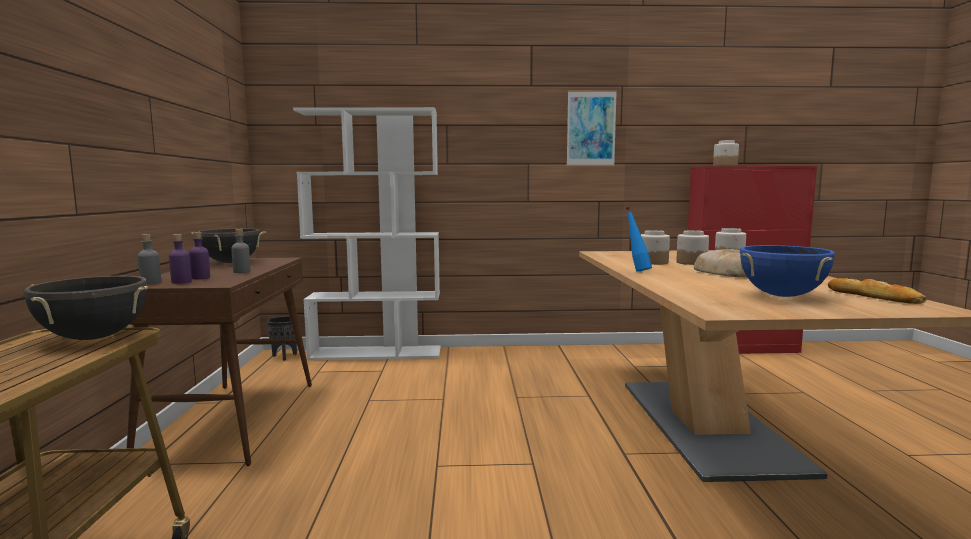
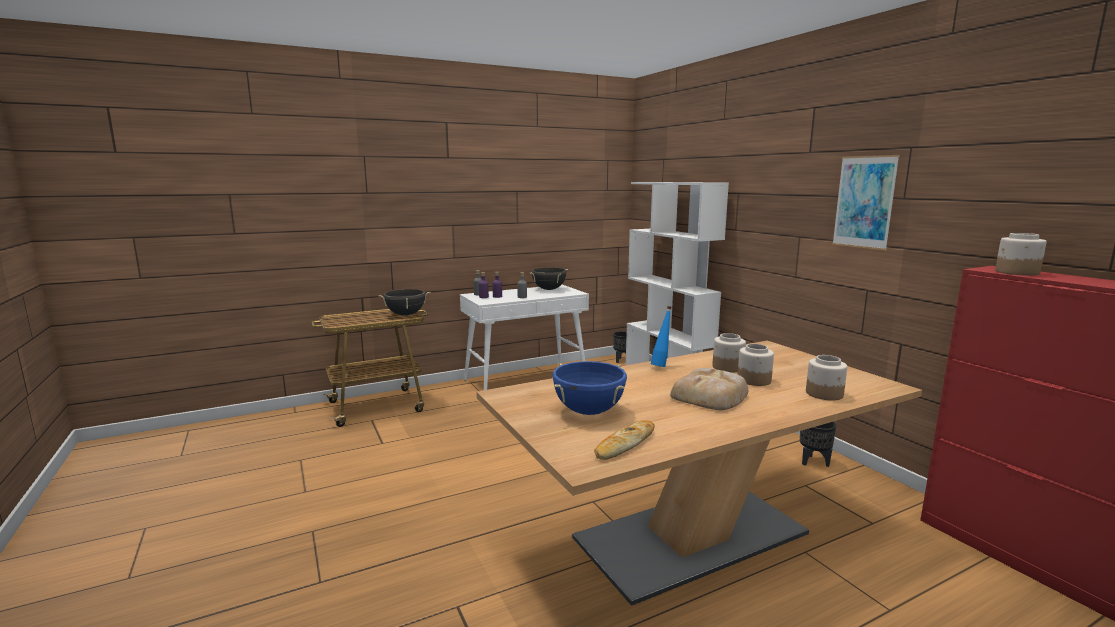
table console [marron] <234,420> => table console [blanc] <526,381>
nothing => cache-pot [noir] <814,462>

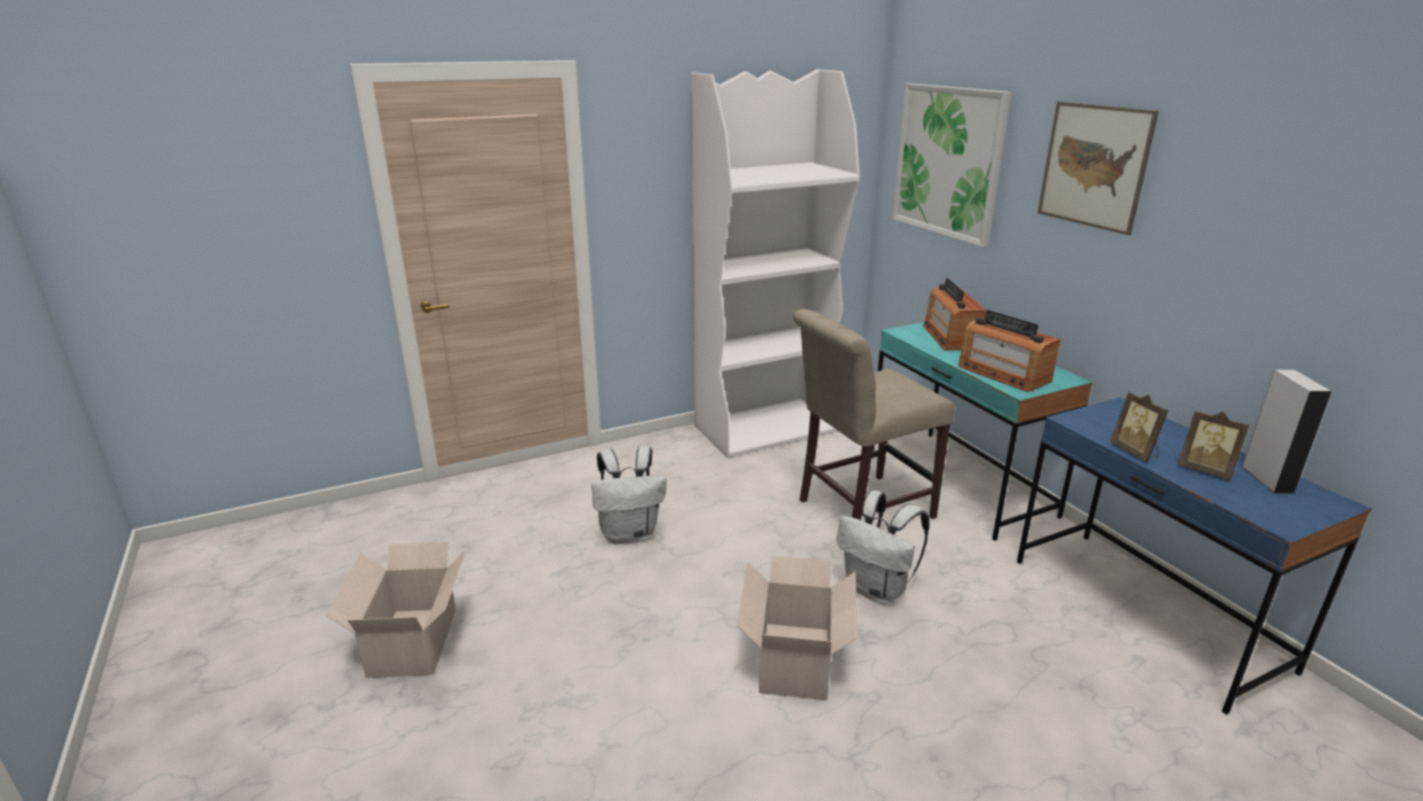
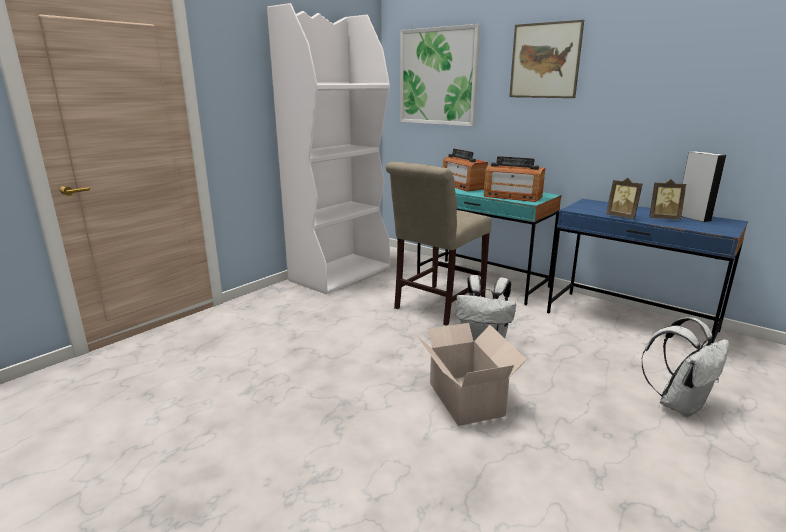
carton <415,639> => nothing
sac à dos [blanc] <630,534> => sac à dos [blanc] <679,404>, moved

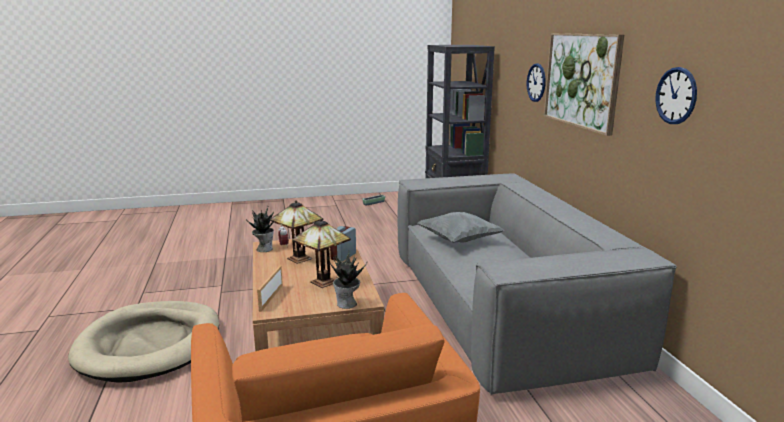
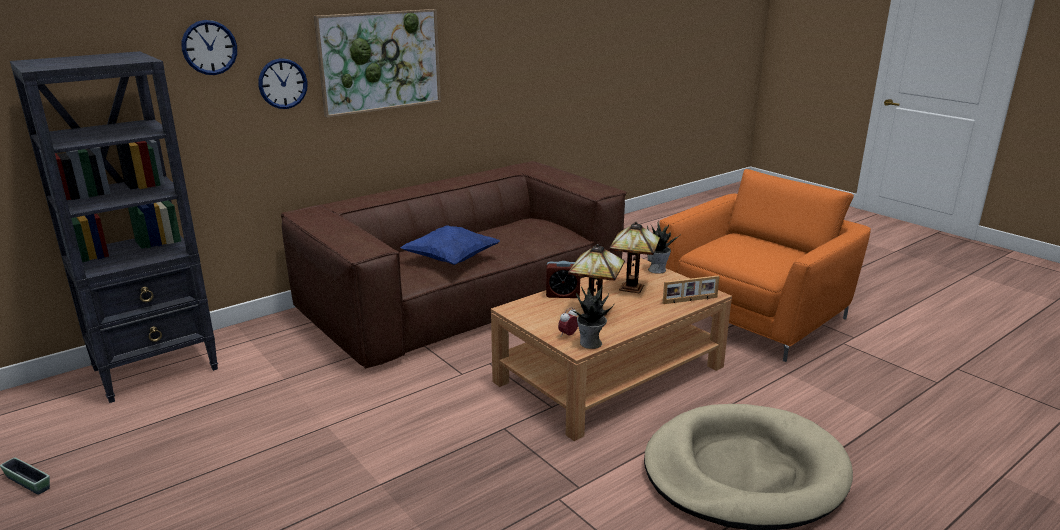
canapé [gris] <502,306> => canapé [marron] <464,297>
coussin [gris] <459,240> => coussin [bleu] <451,260>
horloge murale <676,96> => horloge murale <209,47>, moved

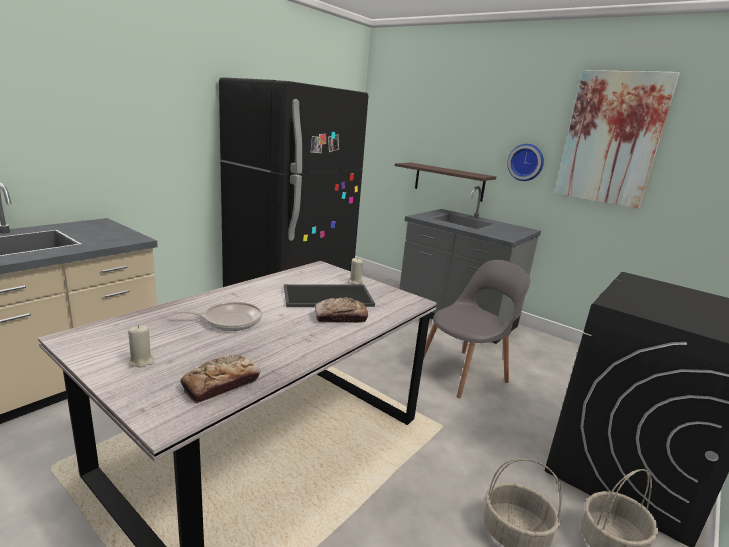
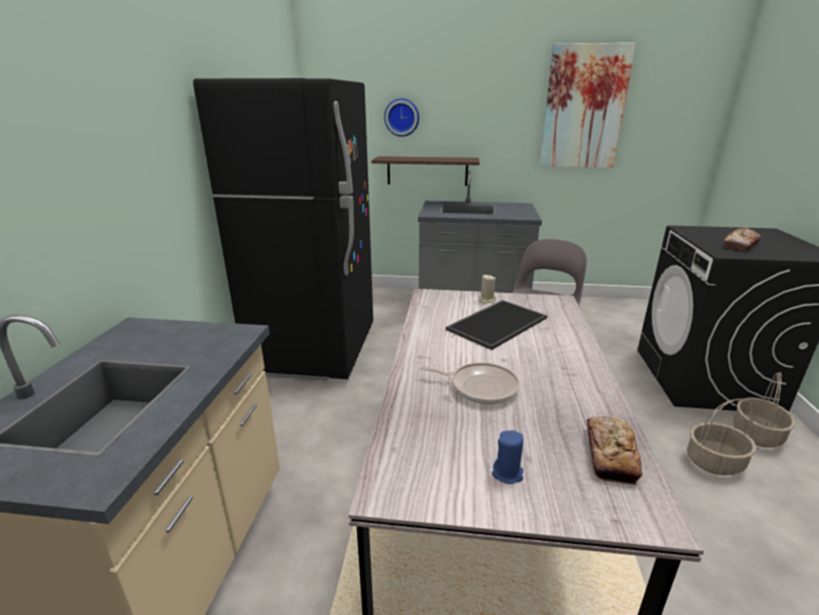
bougie [beige] <142,361> => bougie [bleu] <507,473>
poêle <229,320> => poêle <480,387>, 60 degrees clockwise
pain <340,317> => pain <740,245>, moved
horloge murale <526,162> => horloge murale <402,117>, moved

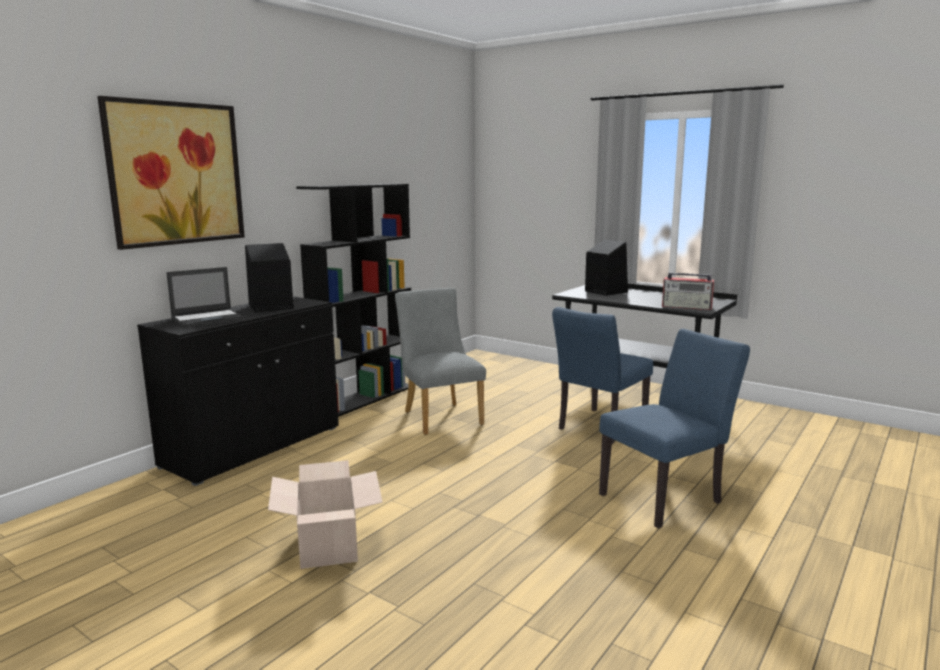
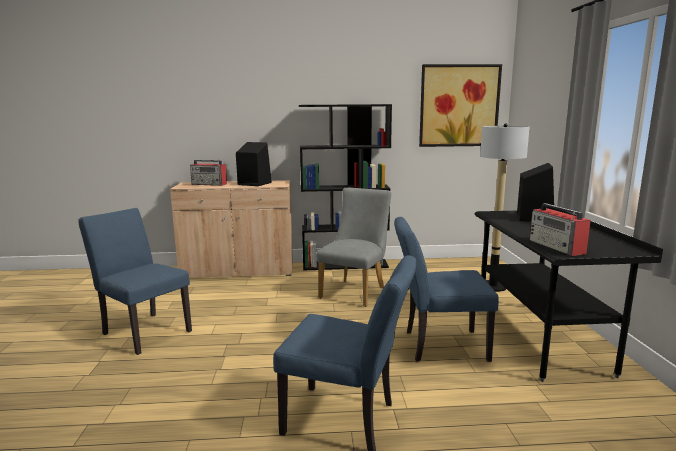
tableau <176,174> => tableau <459,106>, moved
meuble de rangement [noir] <254,447> => meuble de rangement [beige] <238,271>
ordinateur portable <208,319> => radio <209,184>
carton <327,546> => chaise [bleu] <143,331>
nothing => lampadaire <493,286>

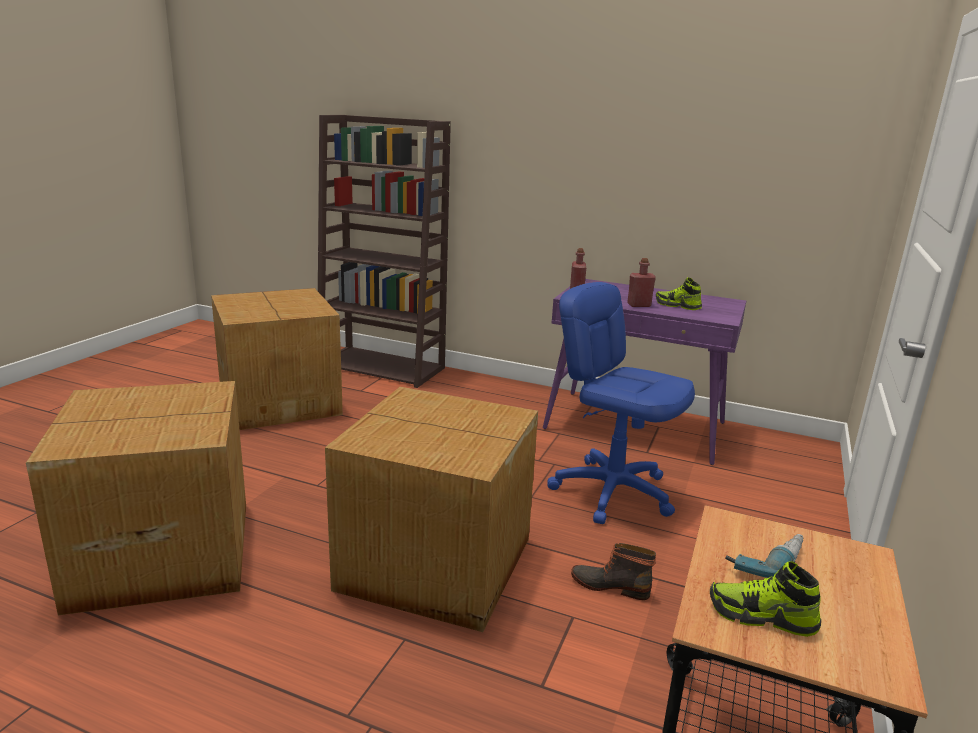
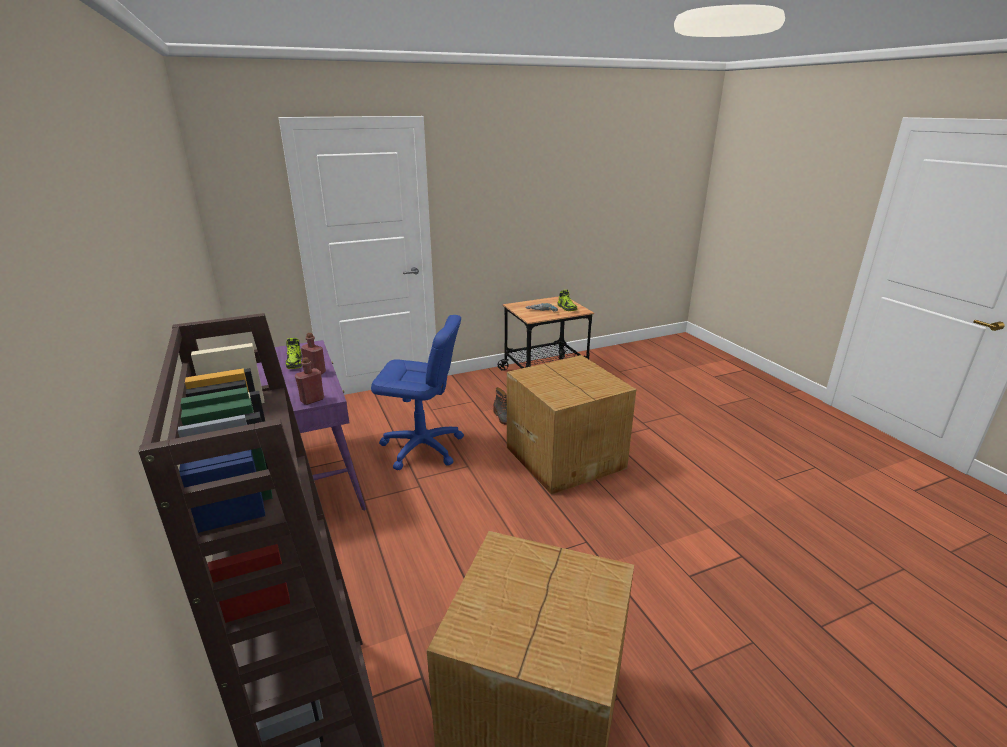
carton <161,552> => nothing
chaise de bureau [bleu] <612,491> => chaise de bureau [bleu] <422,448>, 75 degrees counterclockwise

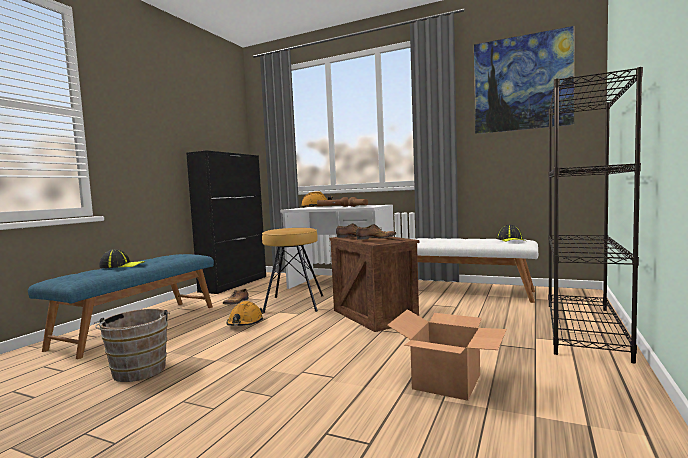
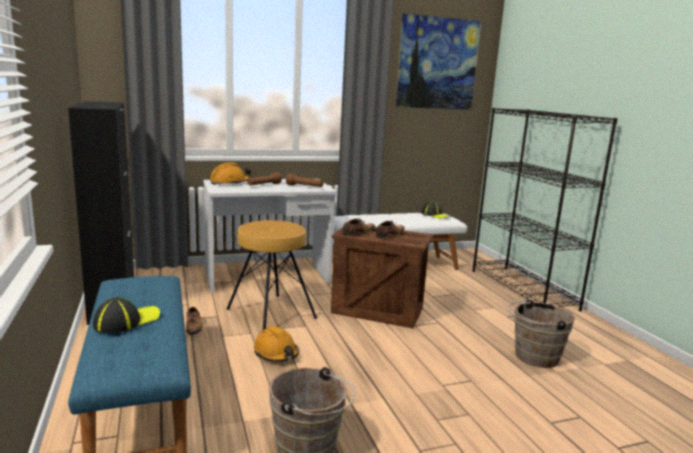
carton <446,381> => seau [marron] <533,357>

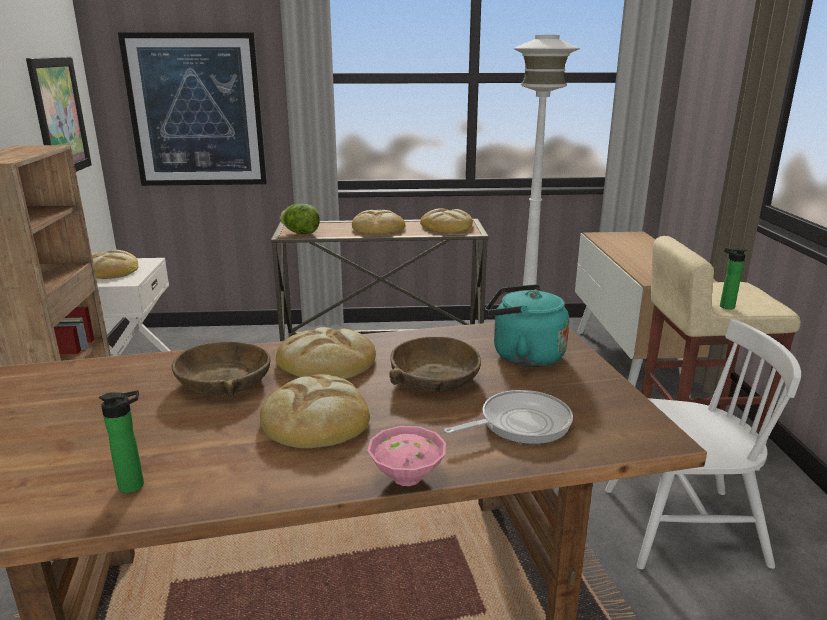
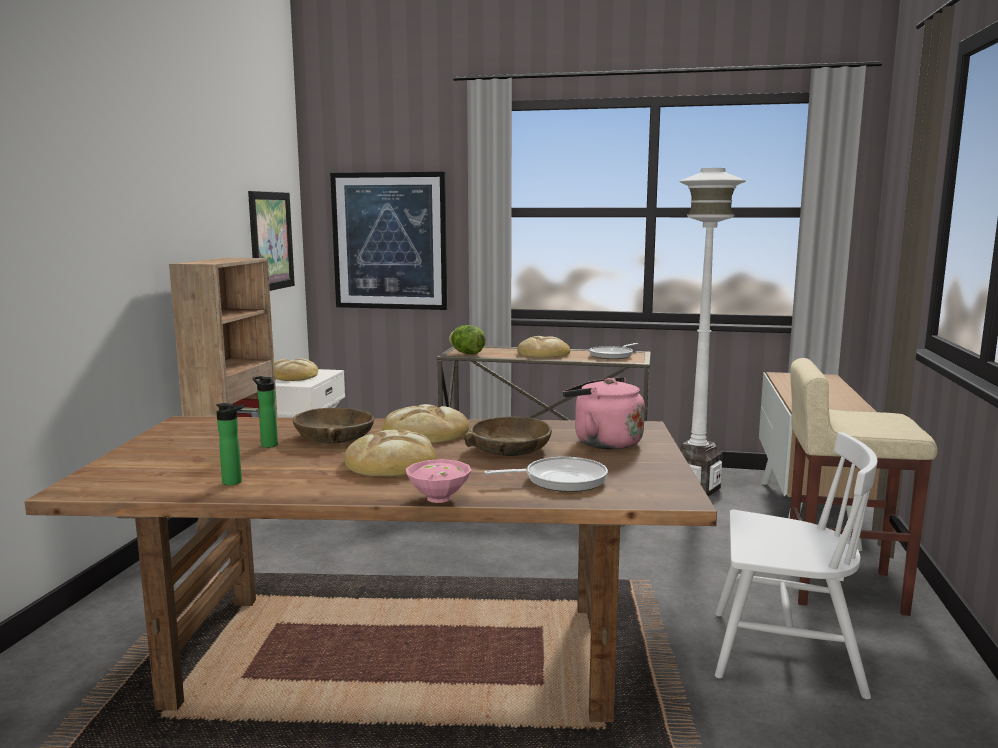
pain <446,226> => poêle <613,355>
bouilloire [turquoise] <523,356> => bouilloire [rose] <603,442>
bouteille <724,306> => bouteille <267,445>, moved

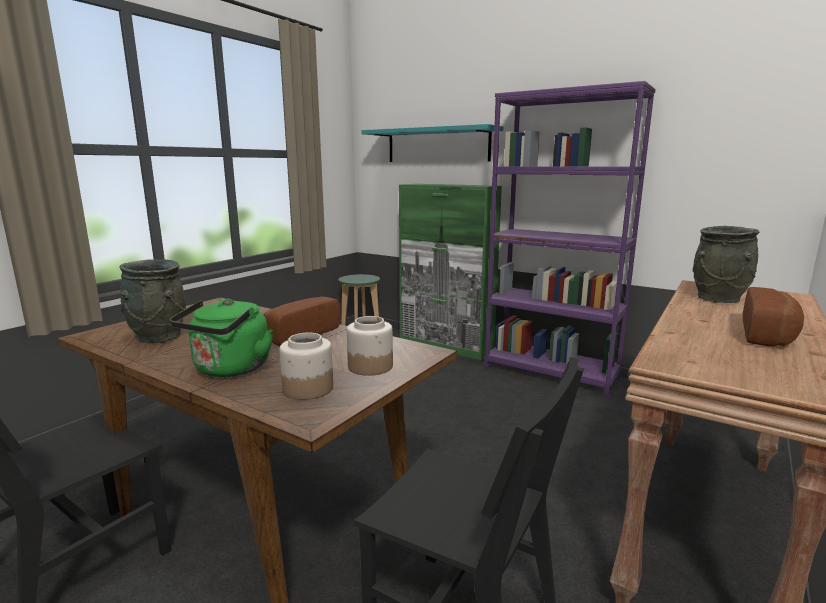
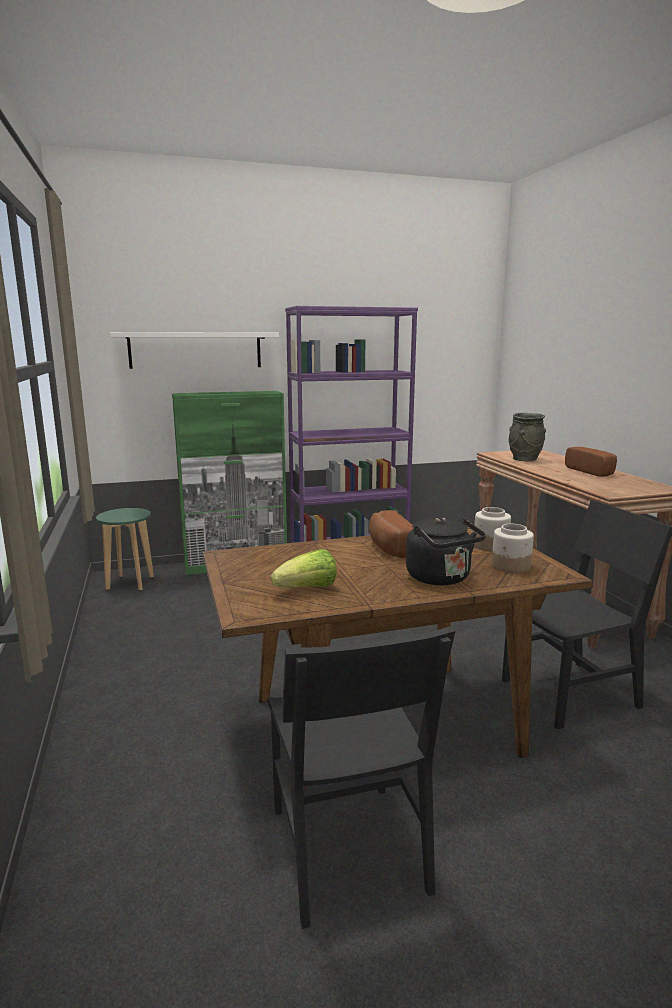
vase [gris] <158,337> => laitue <308,589>
bouilloire [vert] <229,369> => bouilloire [noir] <441,578>
étagère [turquoise] <437,145> => étagère [blanc] <195,350>

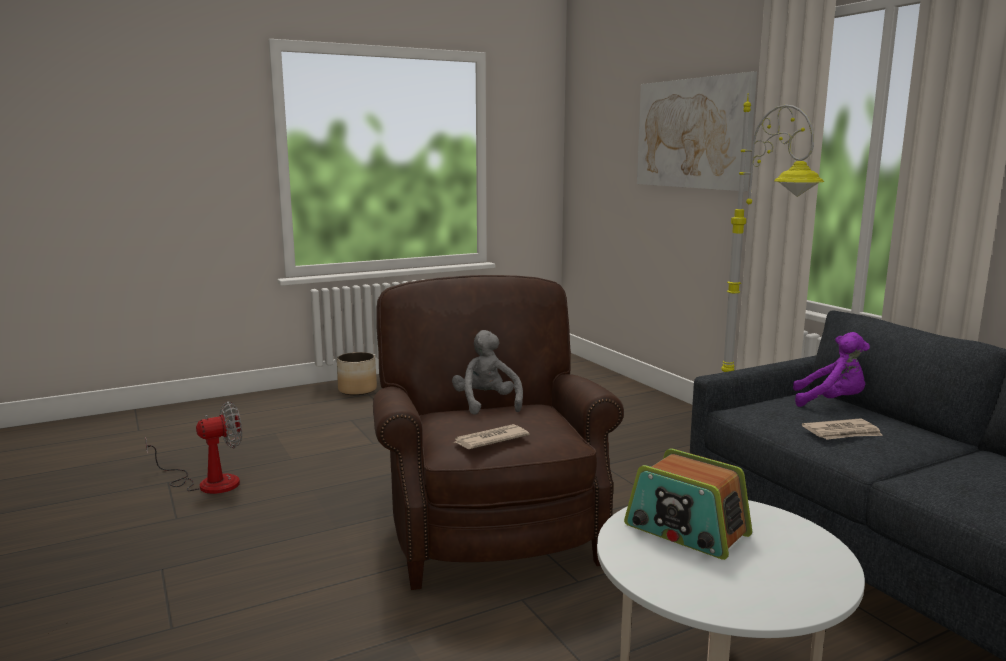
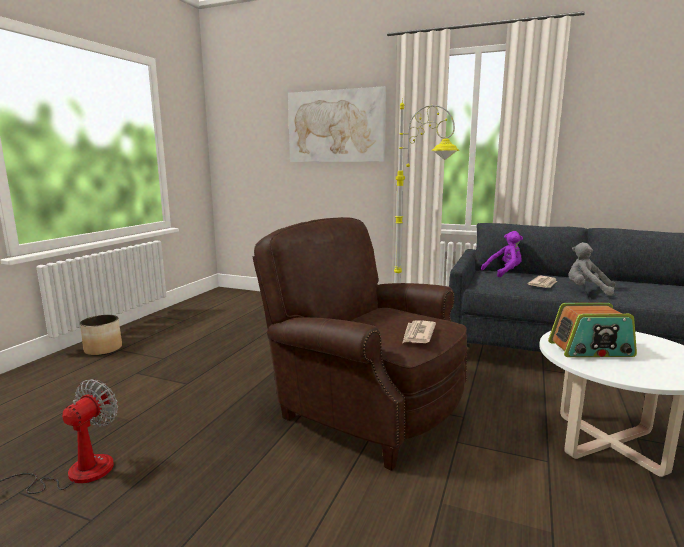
peluche [gris] <486,404> => peluche [gris] <587,290>, moved

